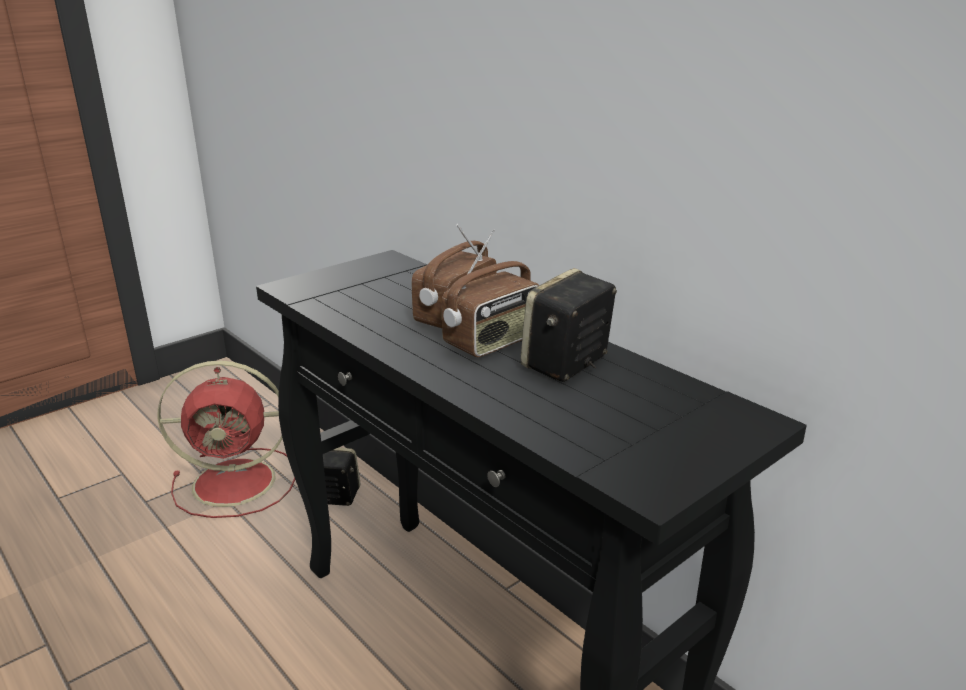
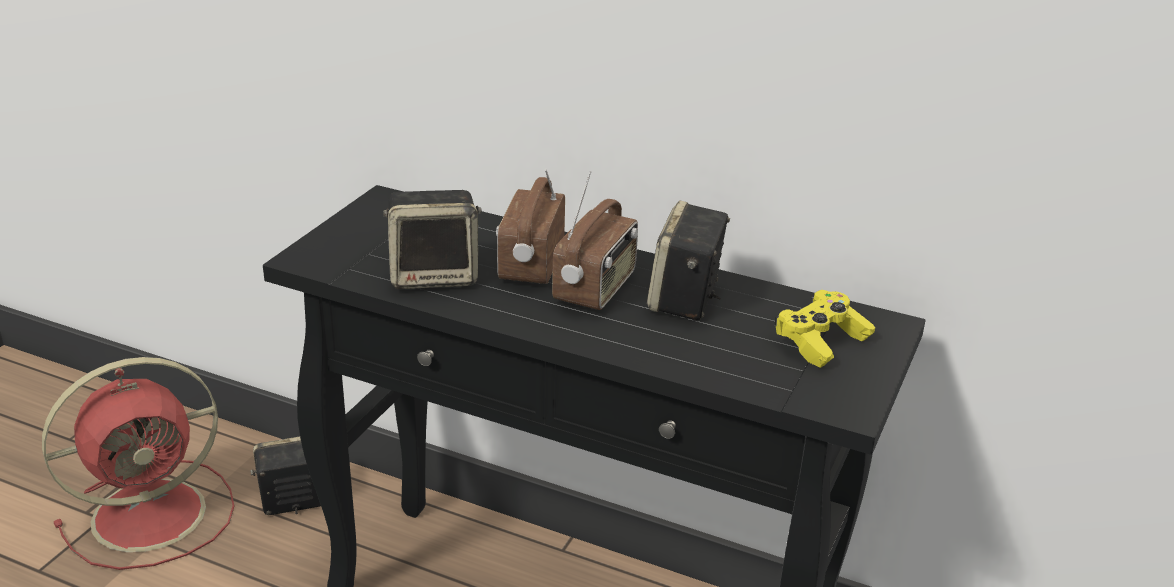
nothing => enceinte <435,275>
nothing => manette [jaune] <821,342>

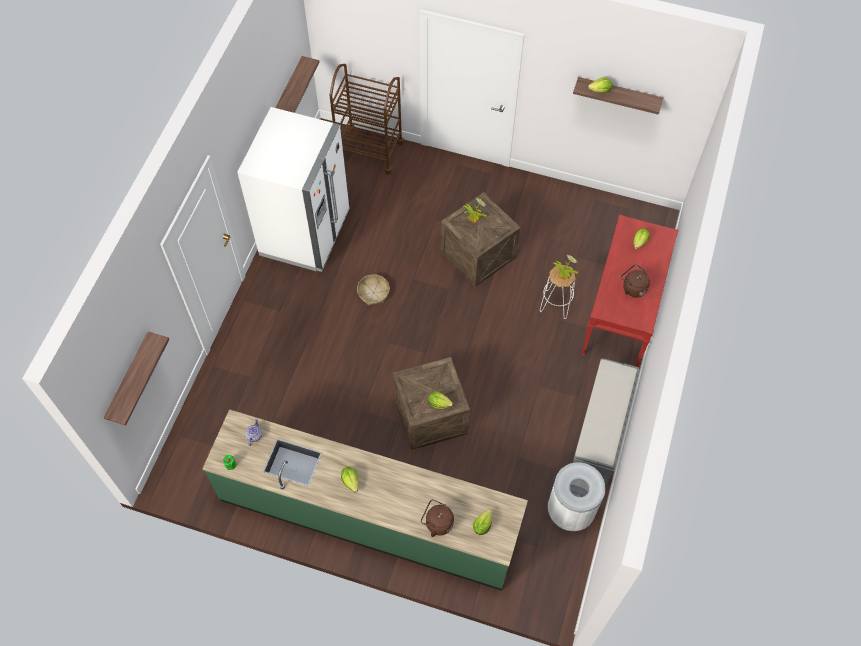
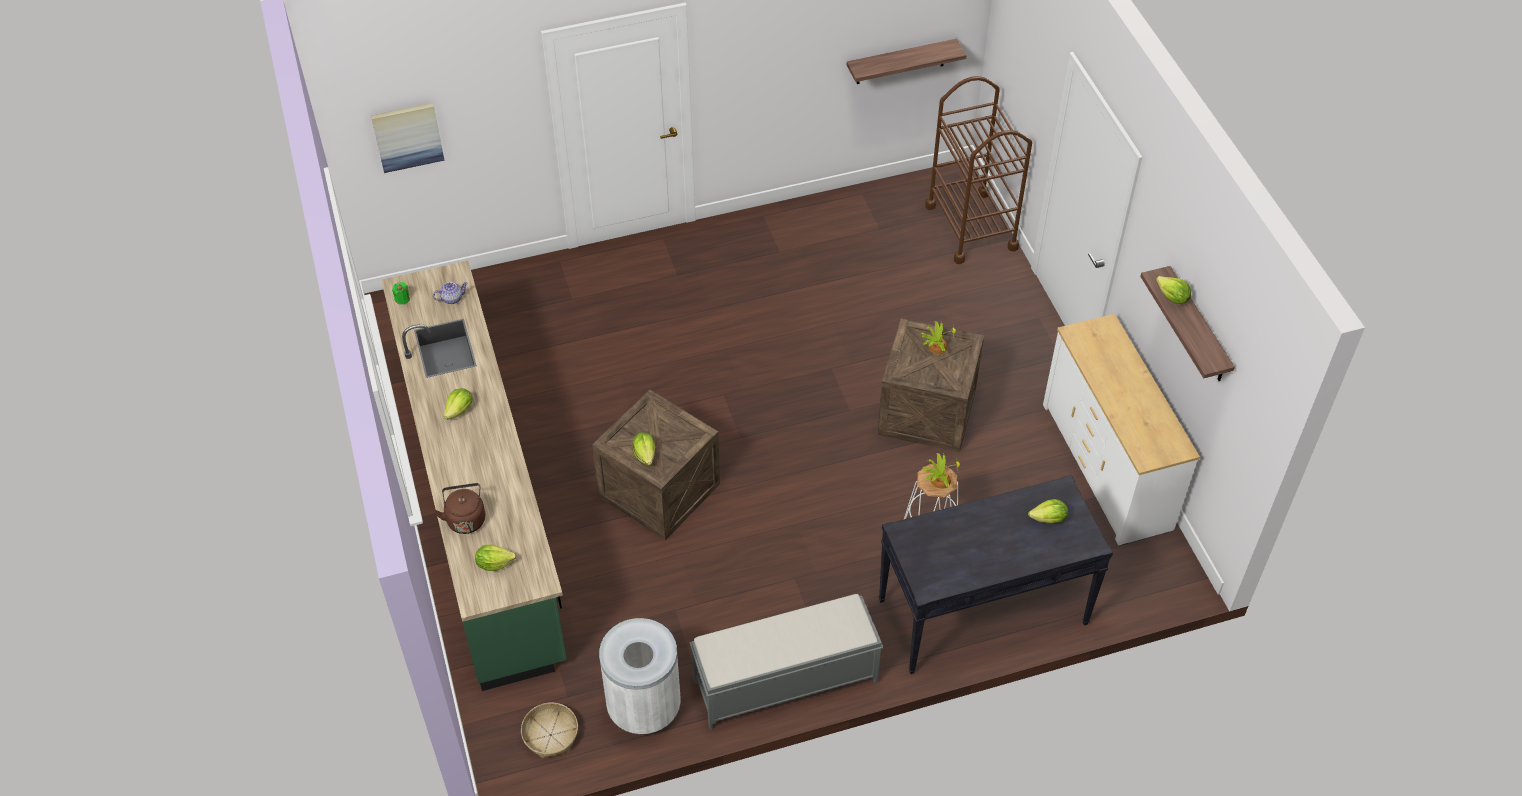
étagère <129,379> => tableau <407,136>
réfrigérateur [blanc] <305,233> => nothing
panier <373,292> => panier <550,735>, moved
table console [rouge] <621,314> => table console [noir] <982,612>
bouilloire [marron] <632,288> => nothing
nothing => commode [blanc] <1107,466>

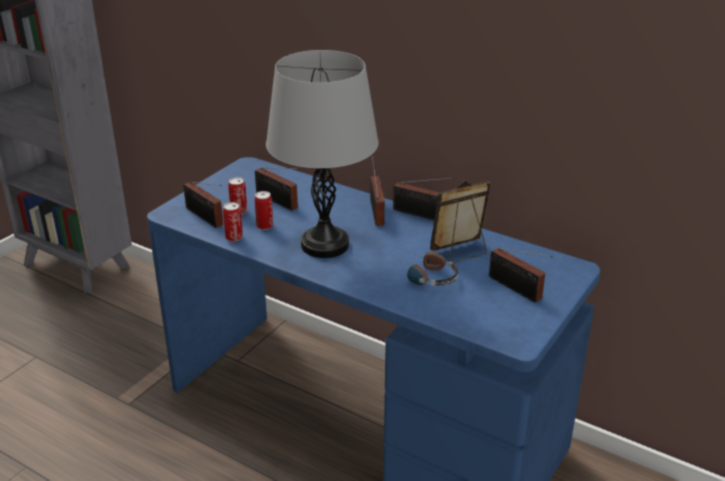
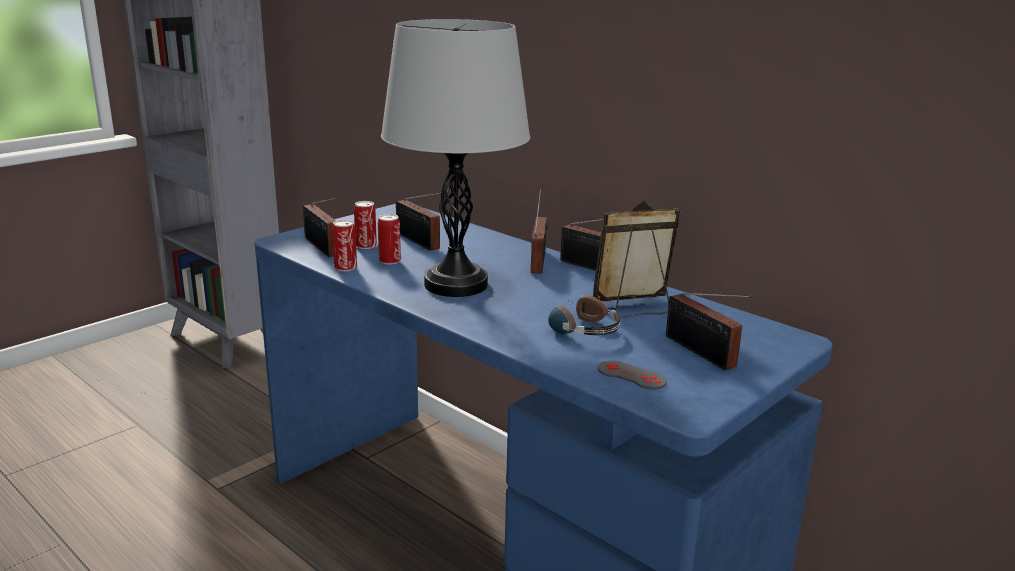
nothing => manette [gris] <631,375>

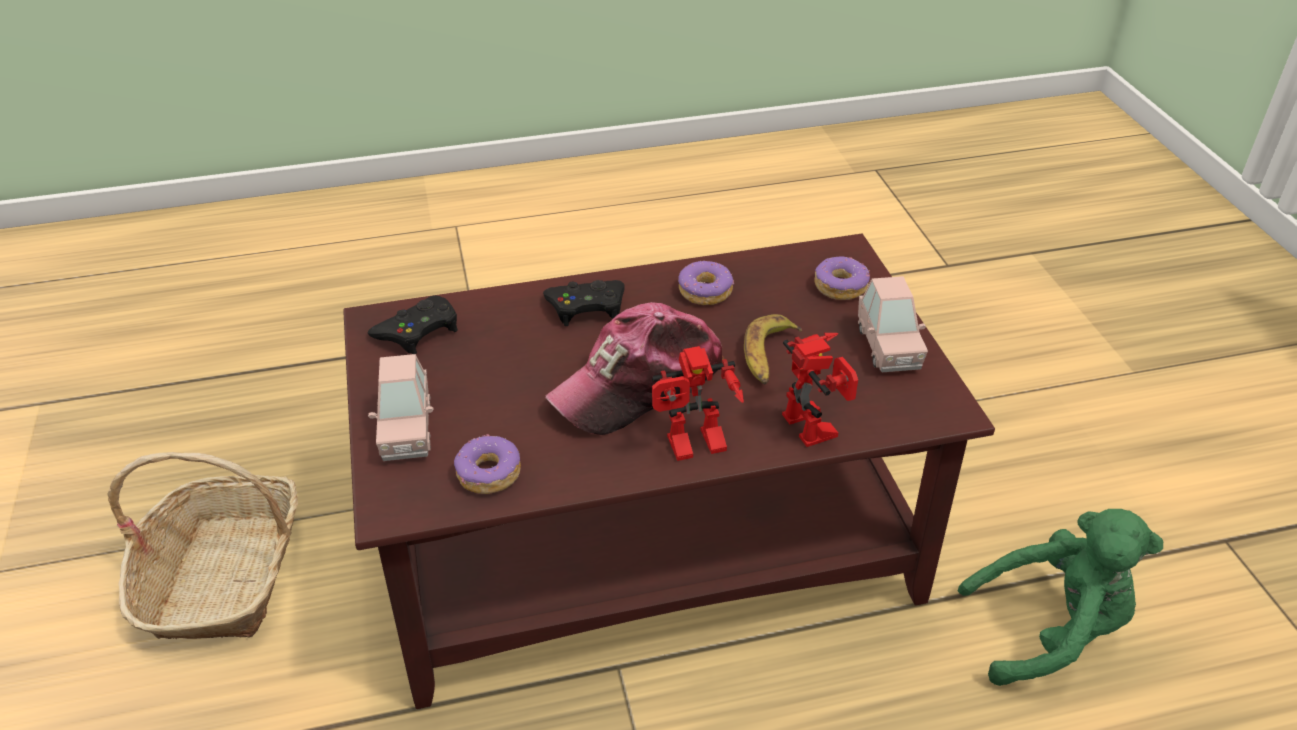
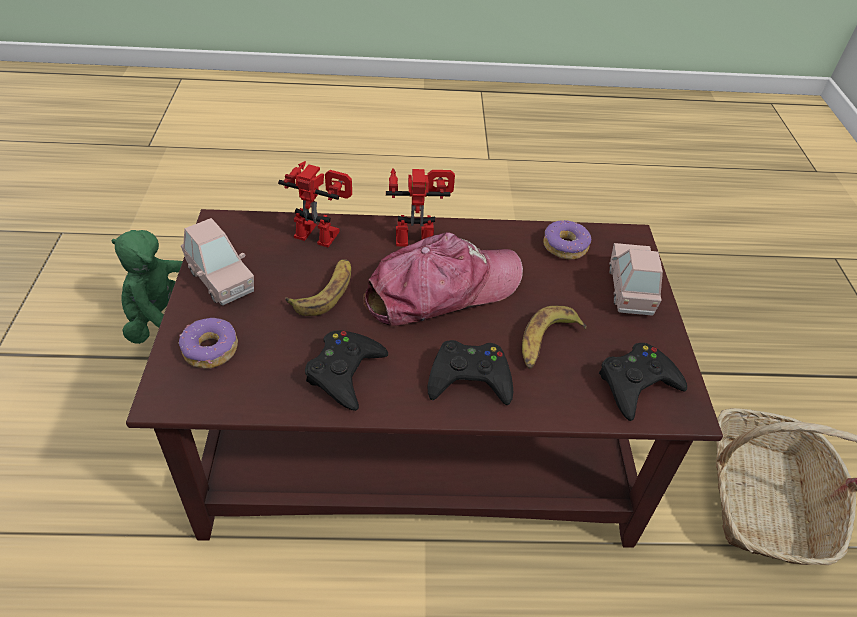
beignet <705,291> => manette [noir] <345,373>
robot jouet <818,426> => robot jouet <322,232>, 120 degrees clockwise
petite voiture [rose] <888,346> => petite voiture [rose] <221,280>, 135 degrees clockwise
nothing => banane <546,342>

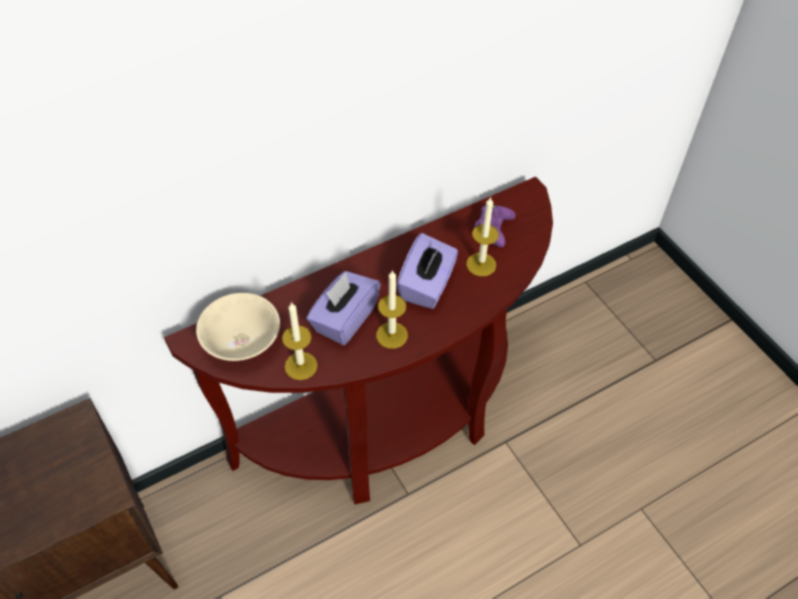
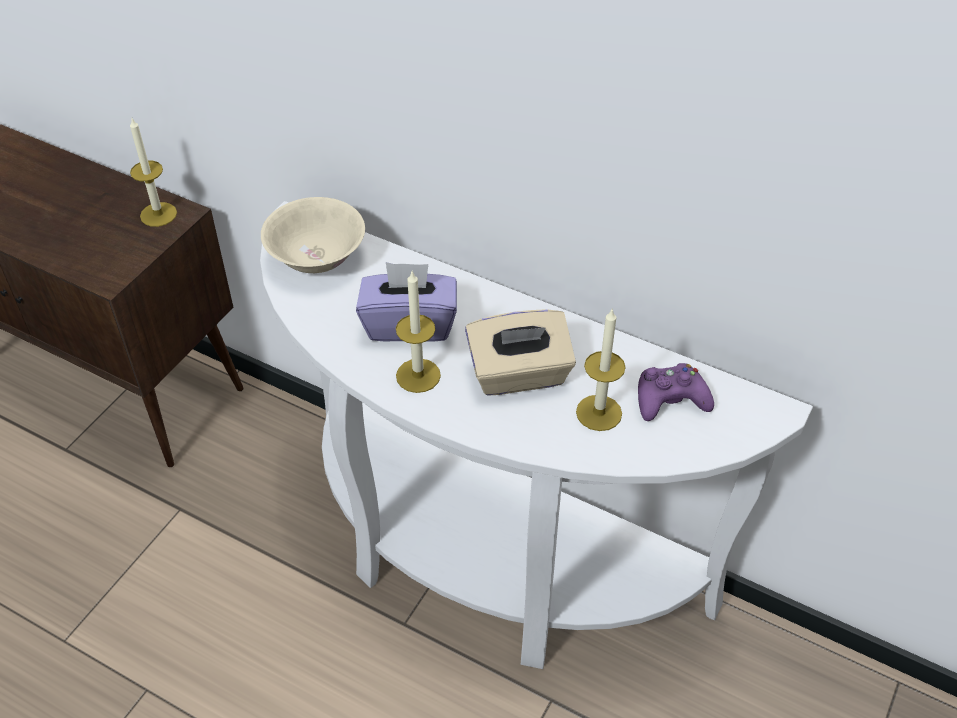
table console [marron] <391,425> => table console [blanc] <485,558>
bougie <301,366> => bougie <158,214>, moved
boîte à mouchoirs [violet] <427,285> => boîte à mouchoirs [beige] <519,375>

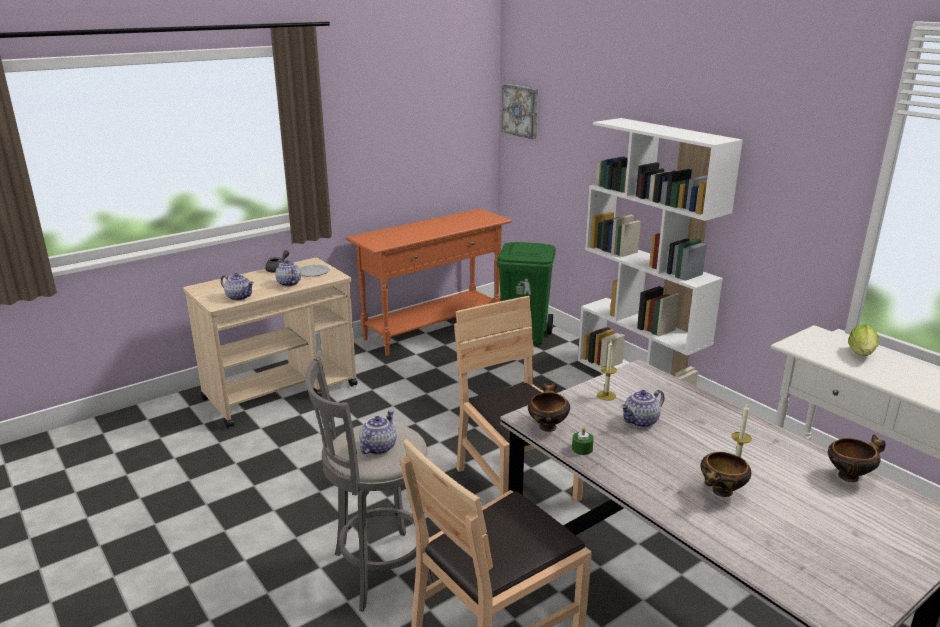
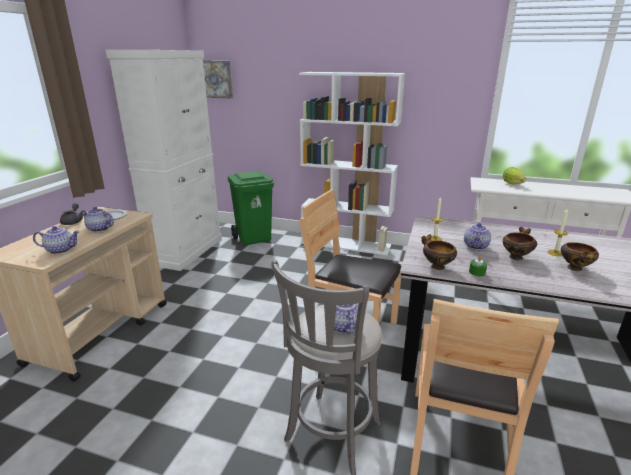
table console [orange] <433,329> => meuble de rangement [blanc] <186,251>
bol <849,476> => bol <516,257>, moved

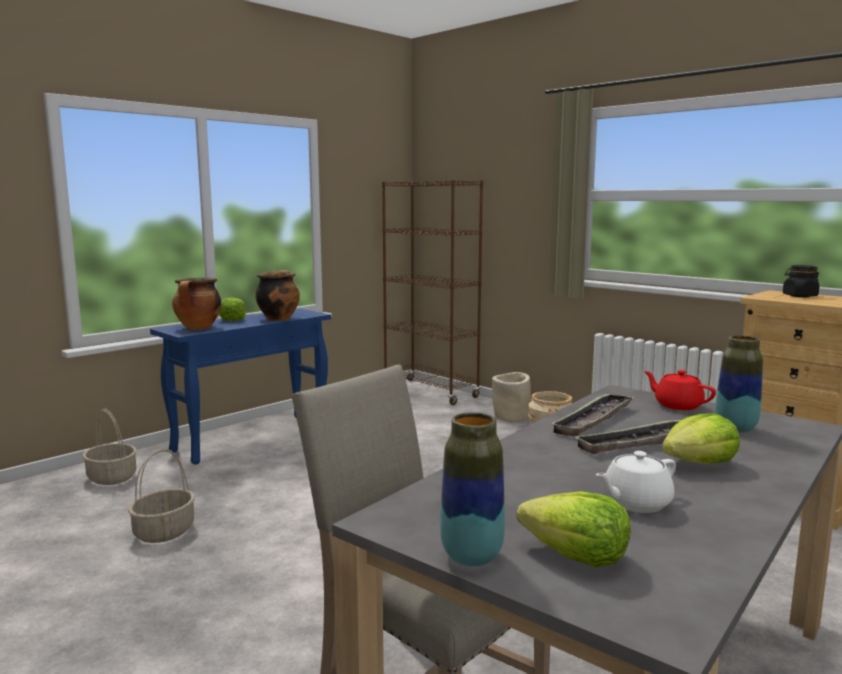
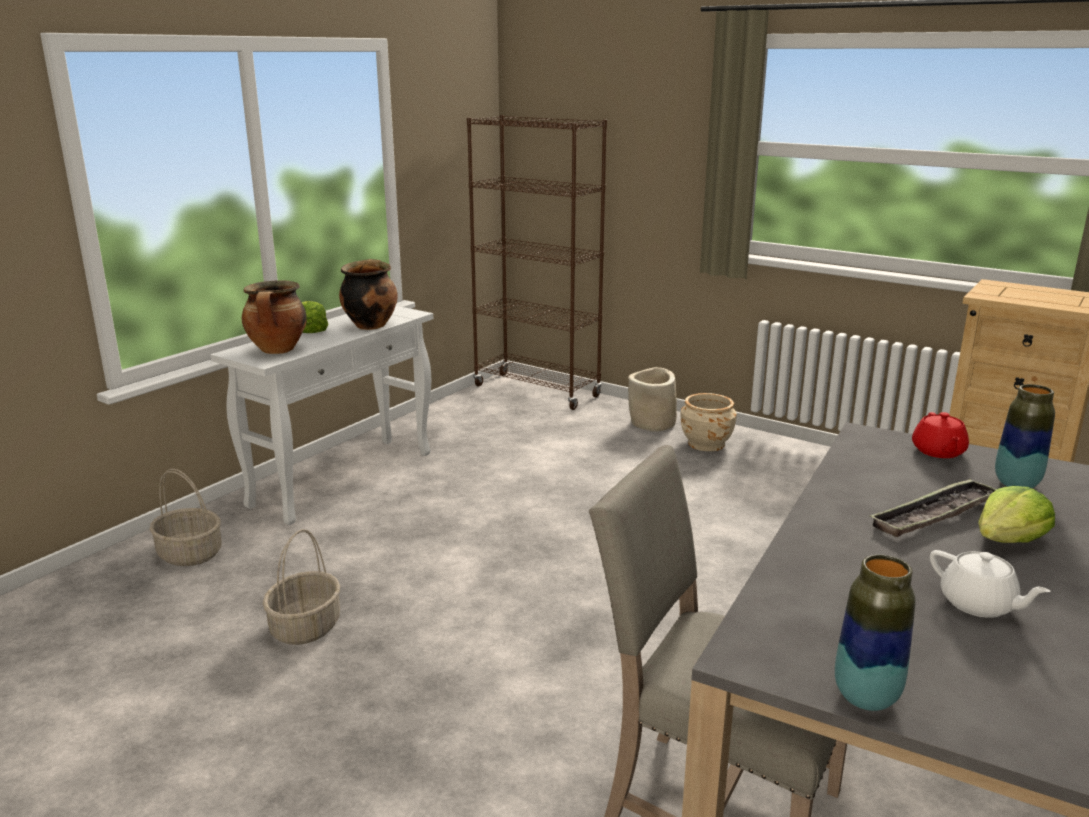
table console [bleu] <252,438> => table console [blanc] <344,478>
laitue <576,556> => nothing
plateau <593,420> => nothing
théière [blanc] <635,503> => théière [blanc] <978,604>, 90 degrees counterclockwise
théière [rouge] <677,405> => théière [rouge] <938,452>, 120 degrees counterclockwise
bocal [noir] <799,296> => nothing

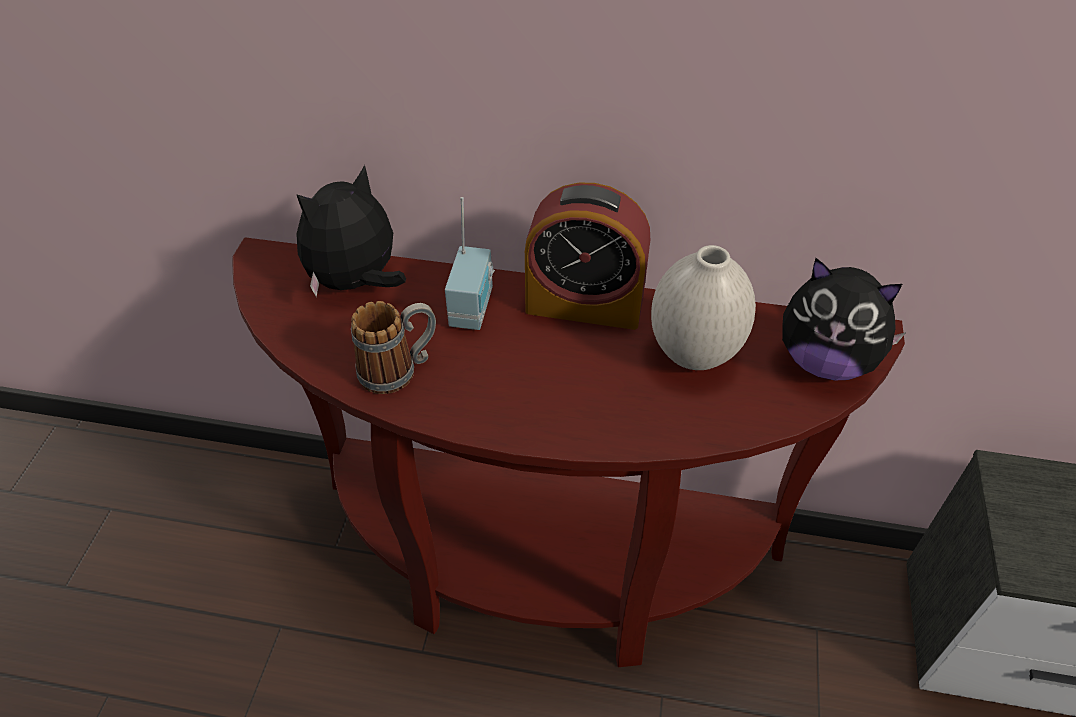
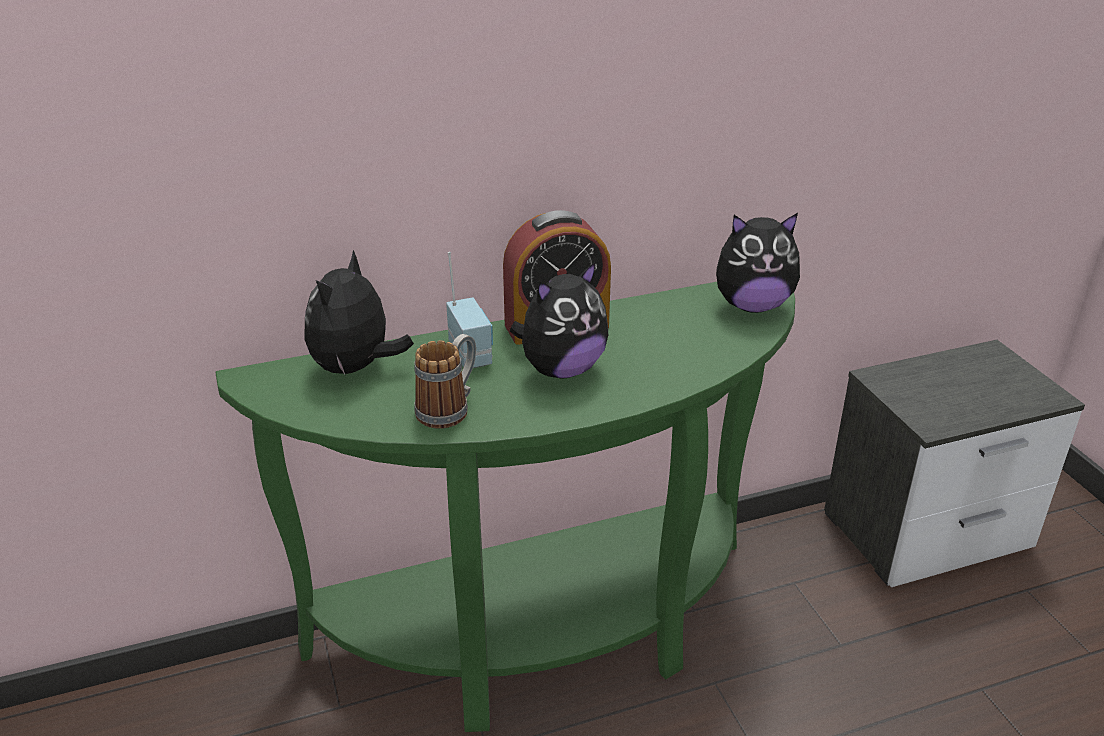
table console [marron] <540,566> => table console [vert] <547,636>
vase [blanc] <694,353> => nothing
nothing => peluche <561,369>

